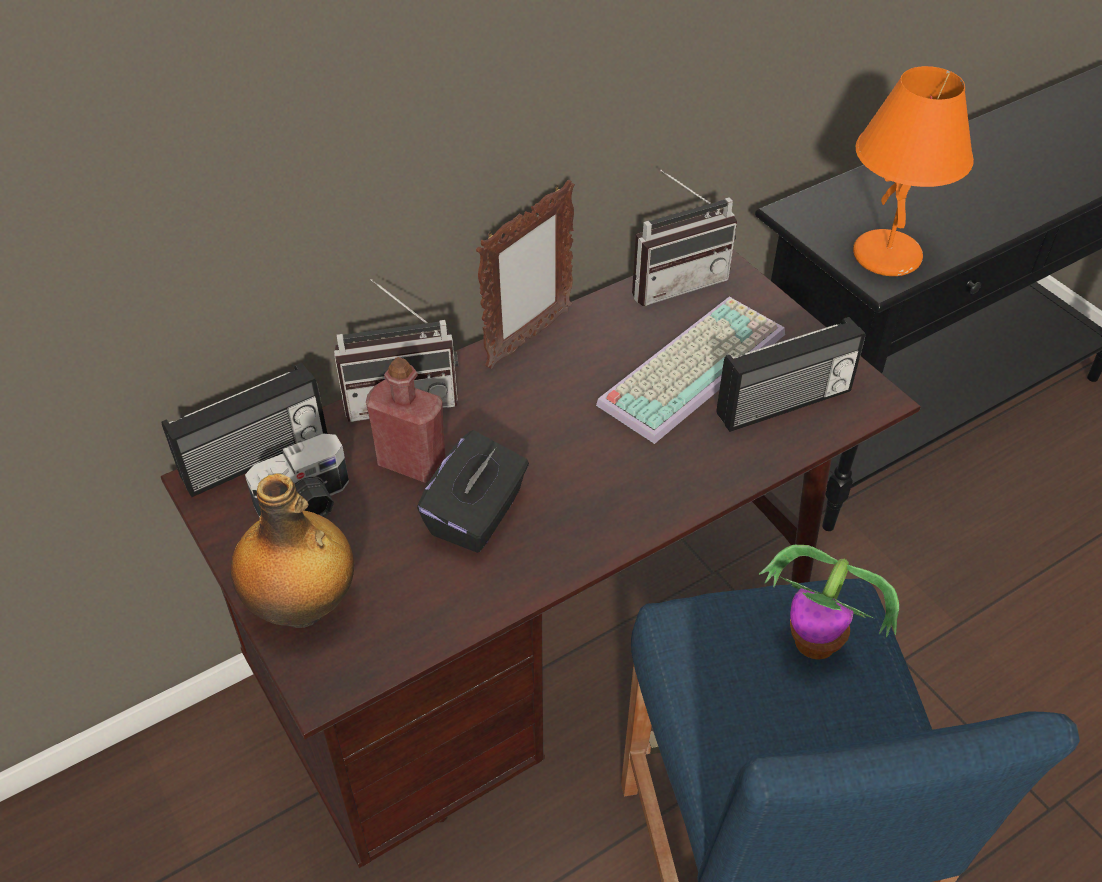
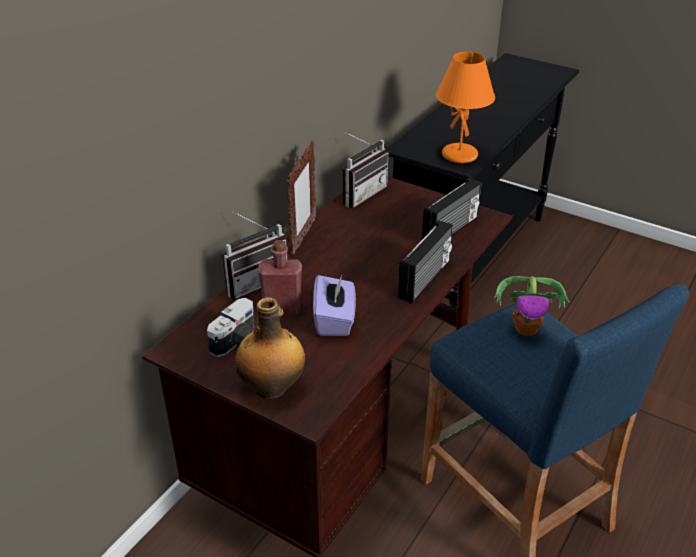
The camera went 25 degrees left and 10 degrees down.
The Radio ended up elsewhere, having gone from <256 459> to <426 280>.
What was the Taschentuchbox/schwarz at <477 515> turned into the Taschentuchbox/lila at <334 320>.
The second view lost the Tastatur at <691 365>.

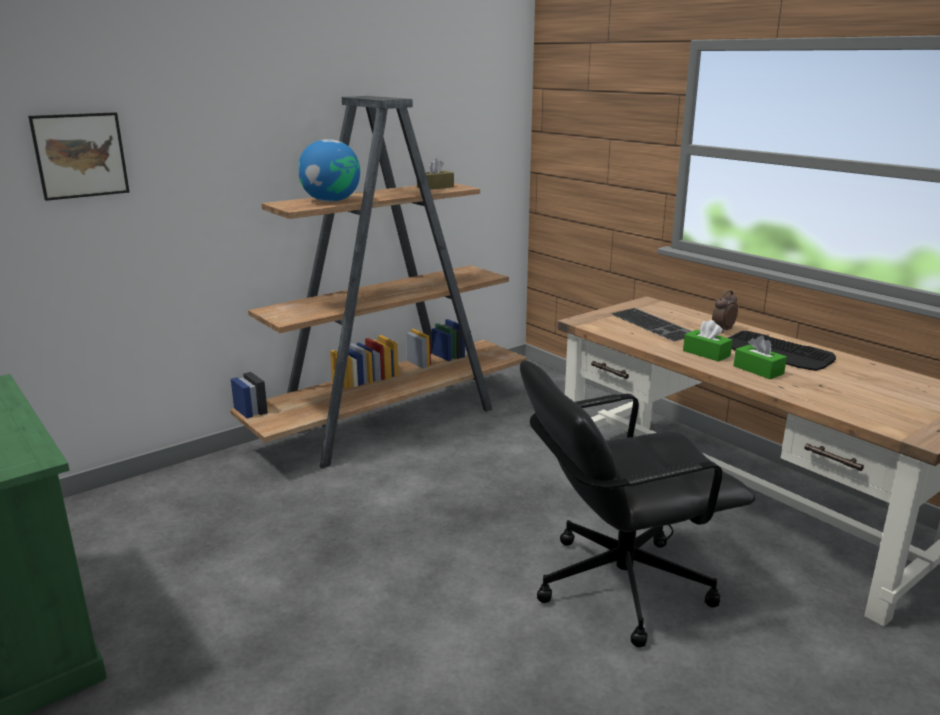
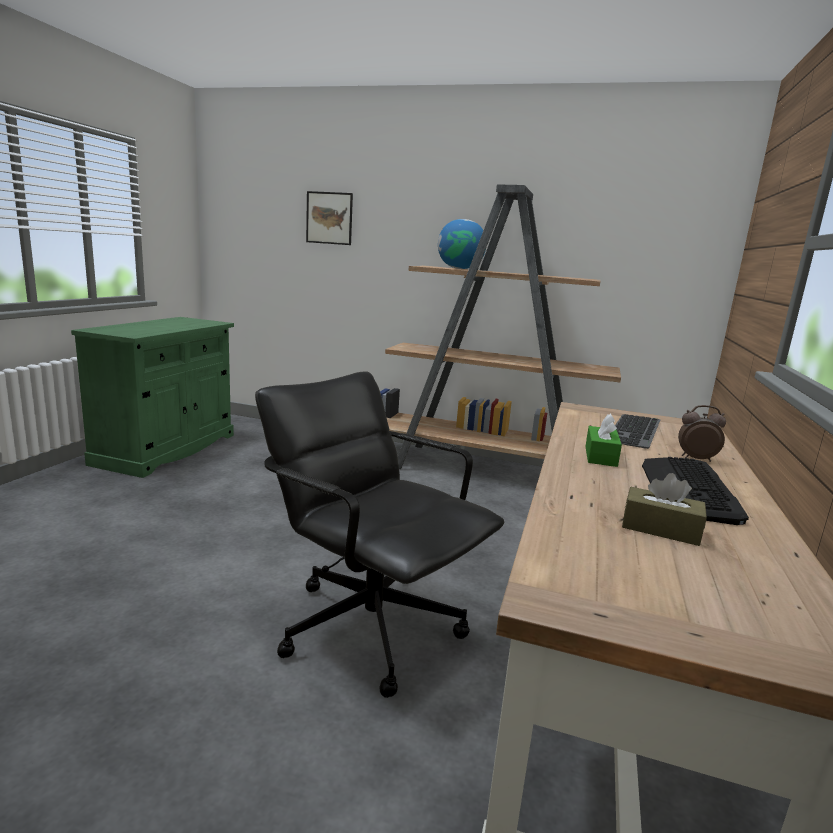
The camera went 55 degrees right and 5 degrees down.
The Taschentuchbox/braun ended up elsewhere, having gone from <435 187> to <660 529>.
The second view lost the Taschentuchbox/grün at <758 370>.

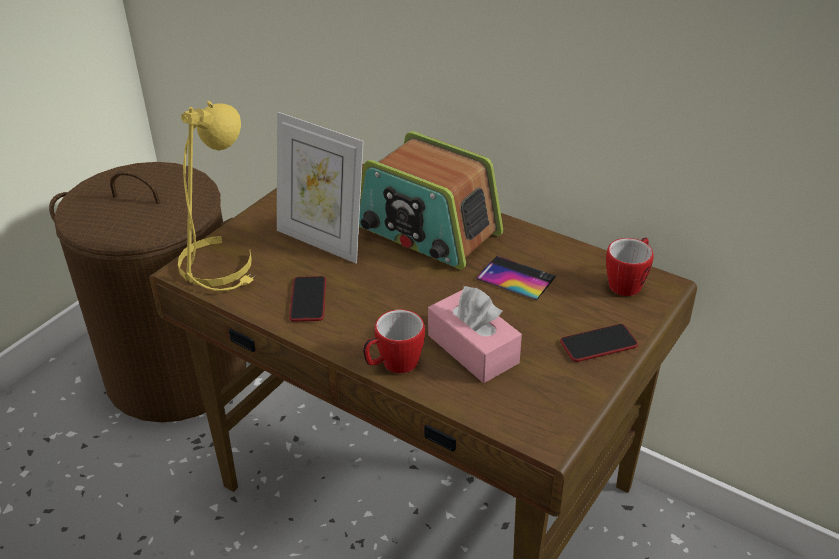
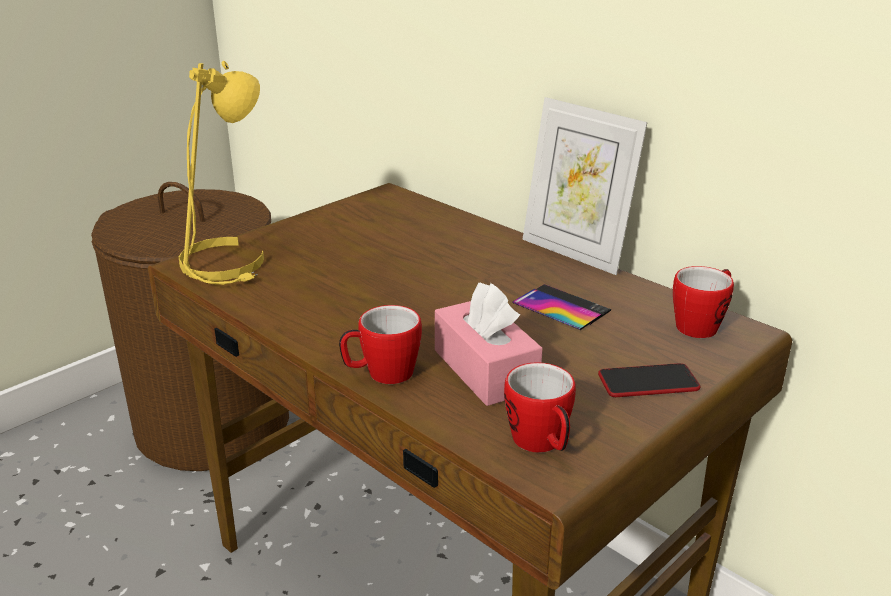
The camera went 10 degrees right and 10 degrees down.
The Bilderrahmen ended up elsewhere, having gone from <322 241> to <575 252>.
The second view lost the Handy at <308 300>.
The second view lost the Radio at <427 231>.
The second view gained the Henkelbecher at <542 444>.

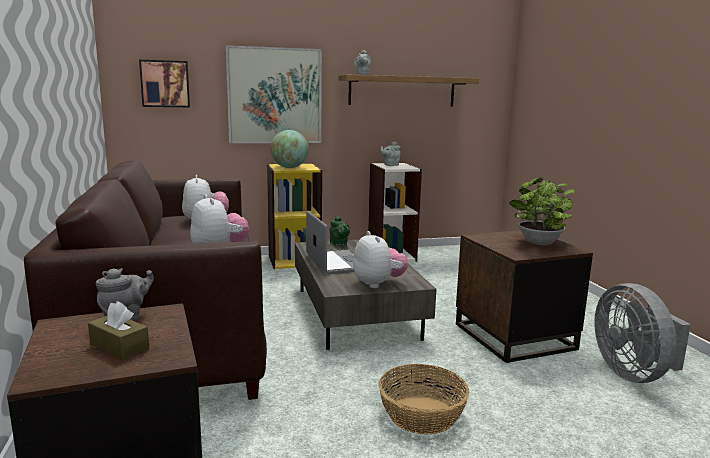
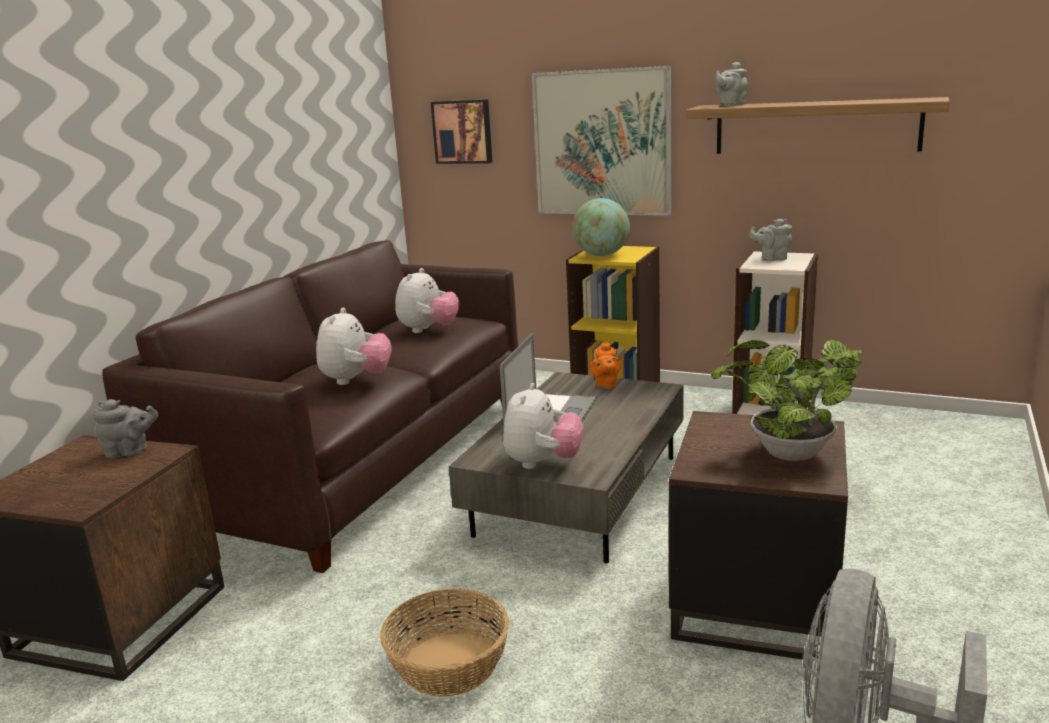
The camera went 40 degrees right and 5 degrees up.
The second view lost the Taschentuchbox/braun at <119 347>.
What was the Teekanne/grün at <339 244> turned into the Teekanne/orange at <606 385>.

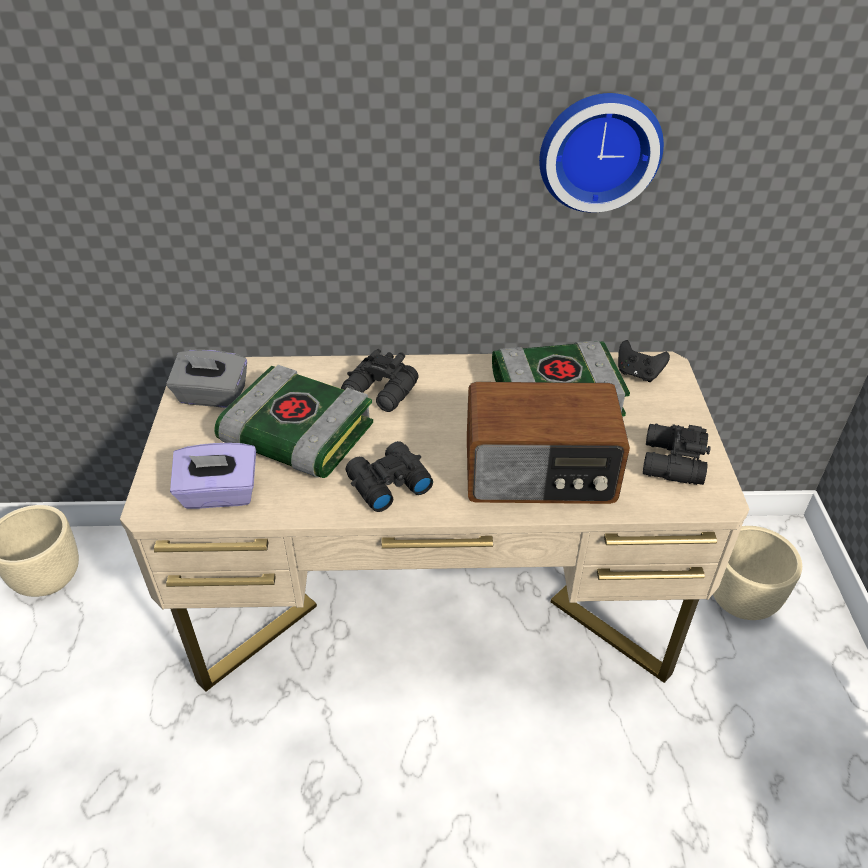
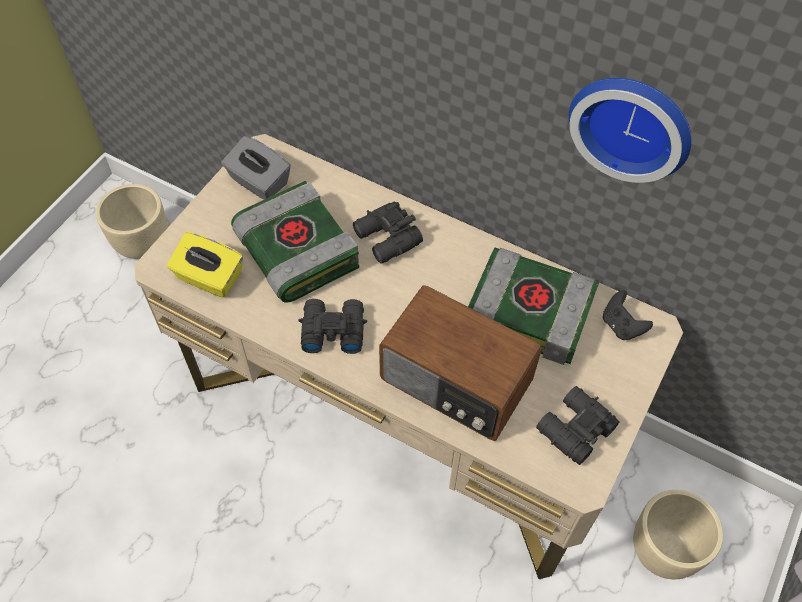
The camera went 30 degrees right and 15 degrees up.
What was the Taschentuchbox/lila at <219 494> turned into the Taschentuchbox/gelb at <209 278>.

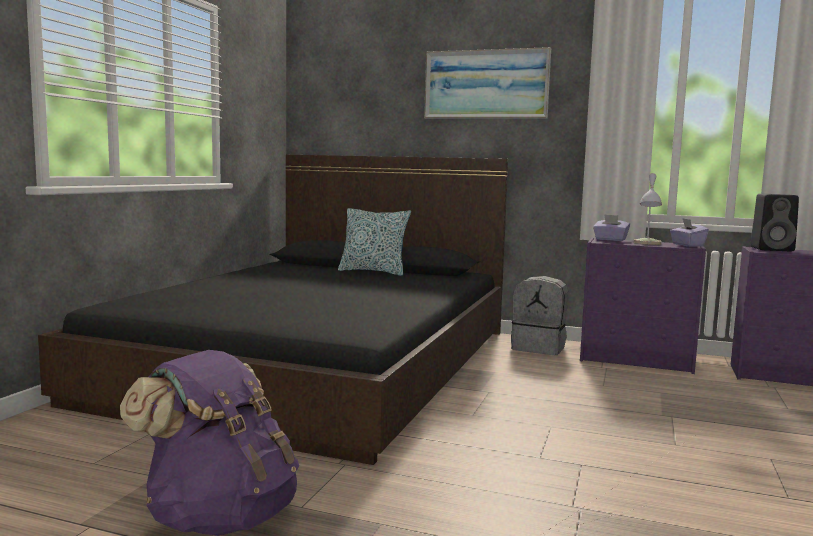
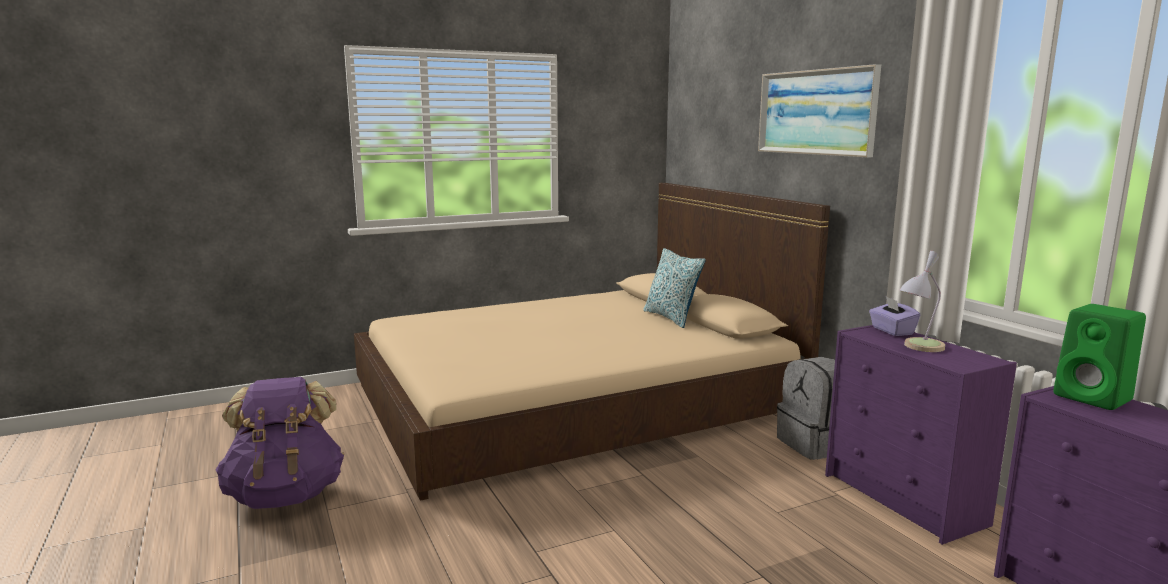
The camera went 45 degrees right and 5 degrees up.
What was the Bett/schwarz at <320 362> turned into the Bett/beige at <574 398>.
The second view lost the Taschentuchbox/lila at <687 245>.
What was the Lautsprecher/schwarz at <773 249> turned into the Lautsprecher/grün at <1095 398>.

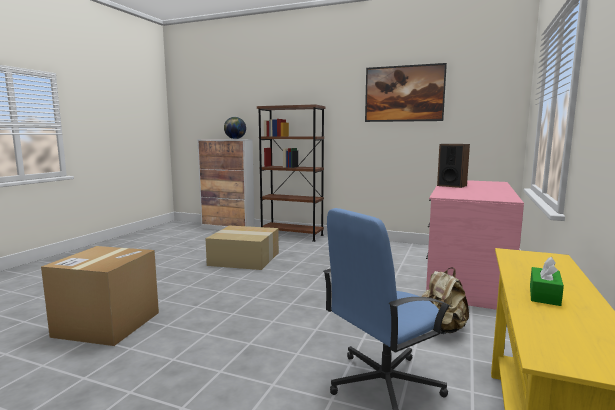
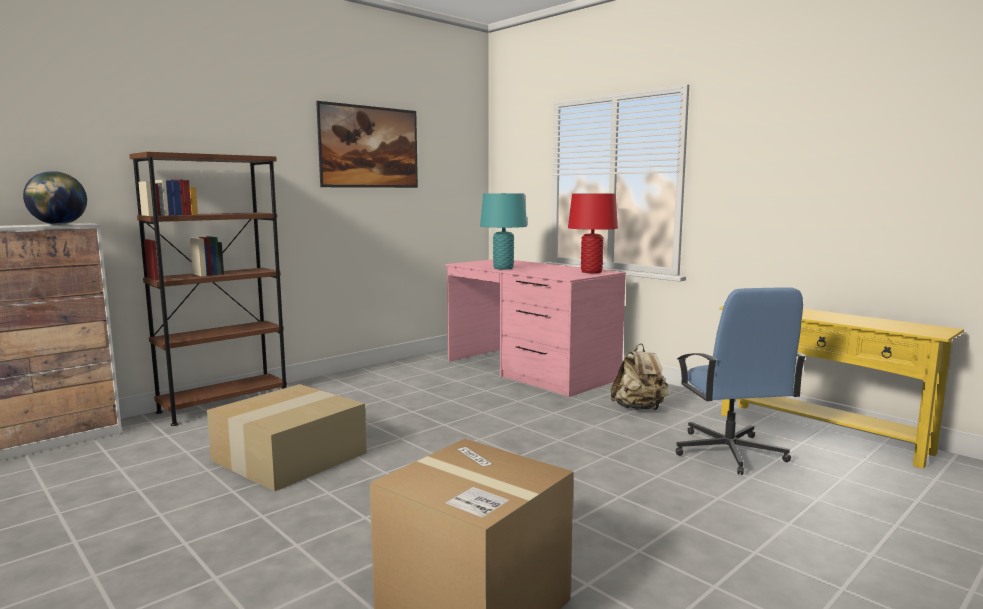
The camera went 65 degrees left and 0 degrees up.
Where the Lautsprecher stood at <451 185>, the Tischlampe/türkis came to stand at <503 268>.
The second view lost the Taschentuchbox/grün at <544 295>.
The second view gained the Tischlampe/rot at <591 272>.

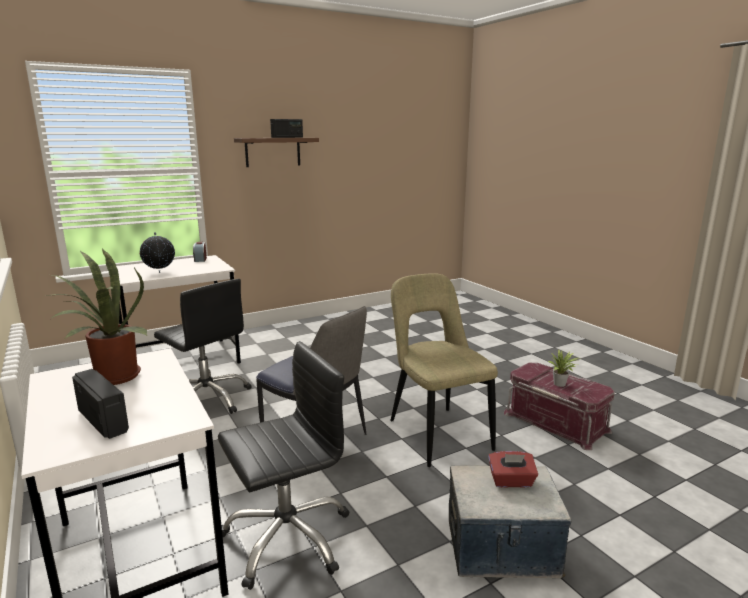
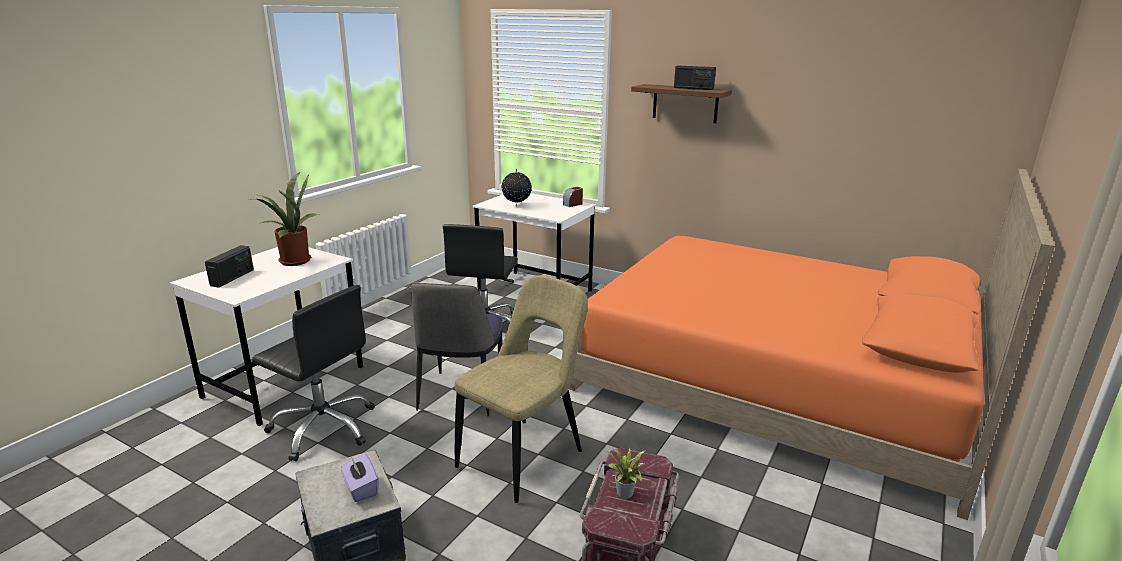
The camera went 60 degrees right and 5 degrees up.
What was the Taschentuchbox/rot at <511 481> turned into the Taschentuchbox/lila at <361 489>.
The second view gained the Bett/orange at <773 381>.

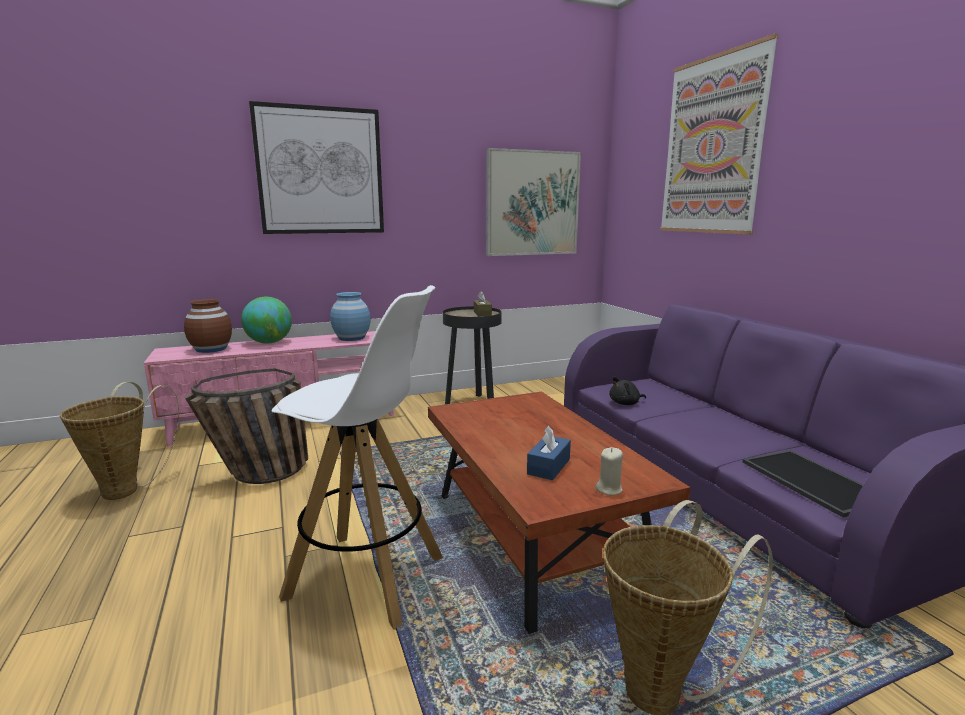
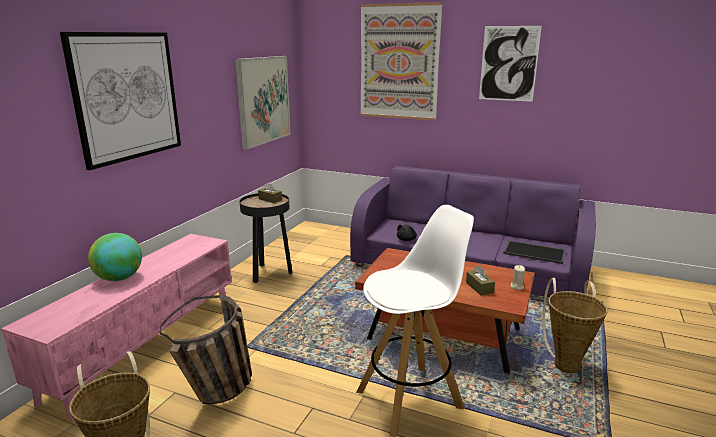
The camera went 45 degrees left and 5 degrees up.
The second view lost the Vase/braun at <211 349>.
The second view lost the Vase/blau at <351 338>.
What was the Taschentuchbox/blau at <548 466> turned into the Taschentuchbox/braun at <479 287>.
The second view gained the Bild at <508 64>.

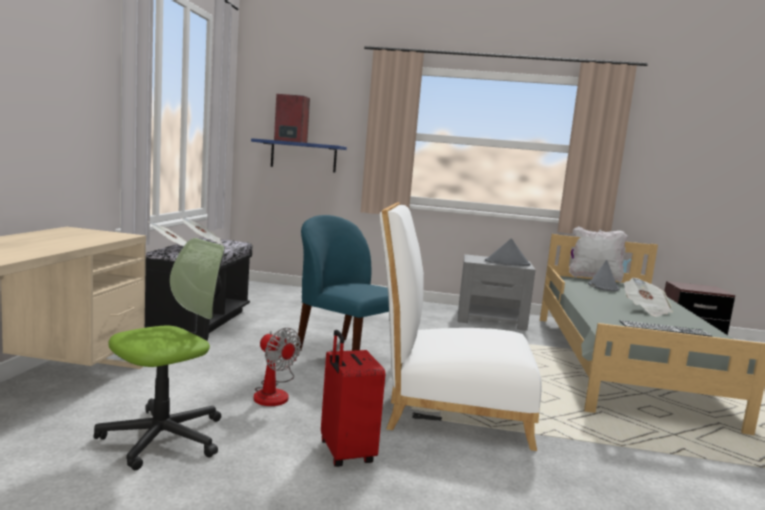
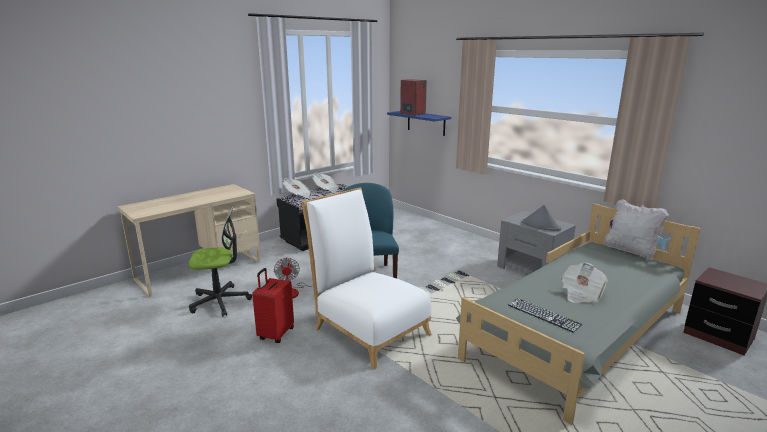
The camera went 40 degrees right and 10 degrees up.
The second view lost the Hut/grau at <603 286>.

